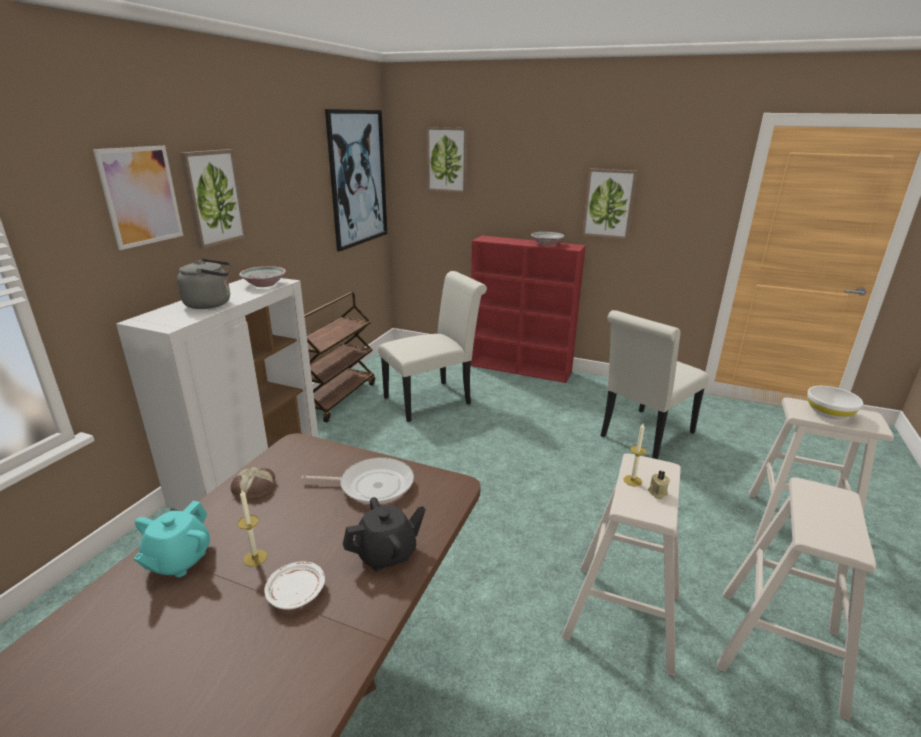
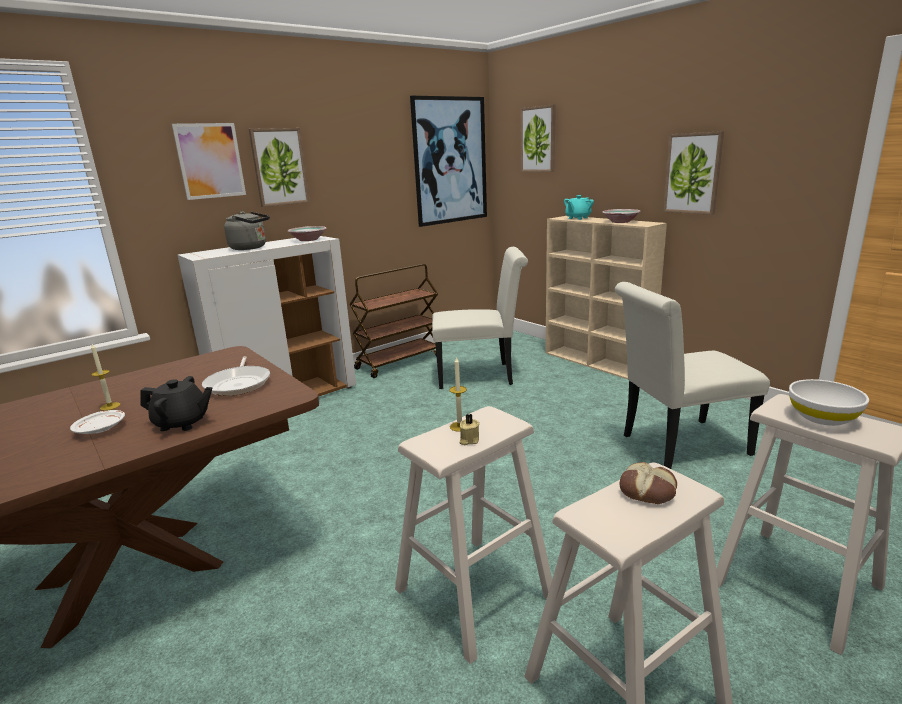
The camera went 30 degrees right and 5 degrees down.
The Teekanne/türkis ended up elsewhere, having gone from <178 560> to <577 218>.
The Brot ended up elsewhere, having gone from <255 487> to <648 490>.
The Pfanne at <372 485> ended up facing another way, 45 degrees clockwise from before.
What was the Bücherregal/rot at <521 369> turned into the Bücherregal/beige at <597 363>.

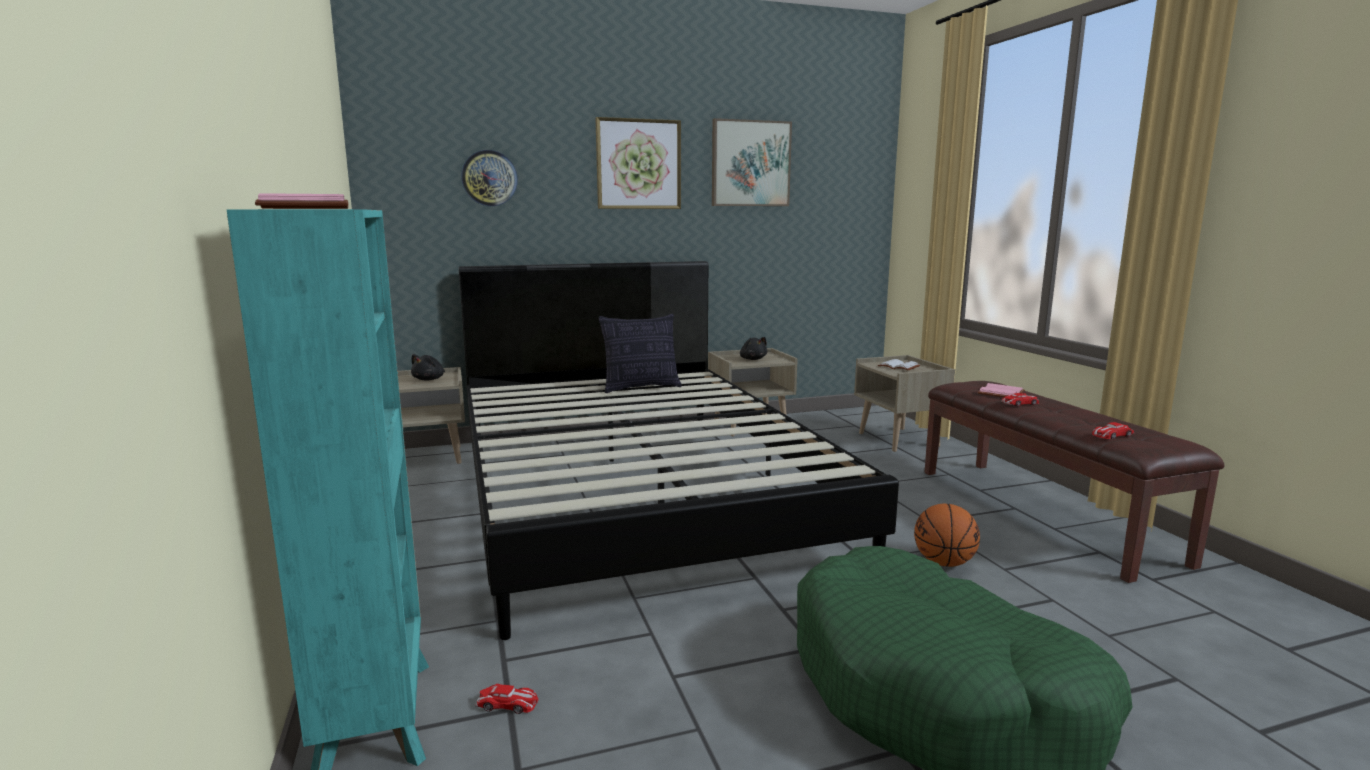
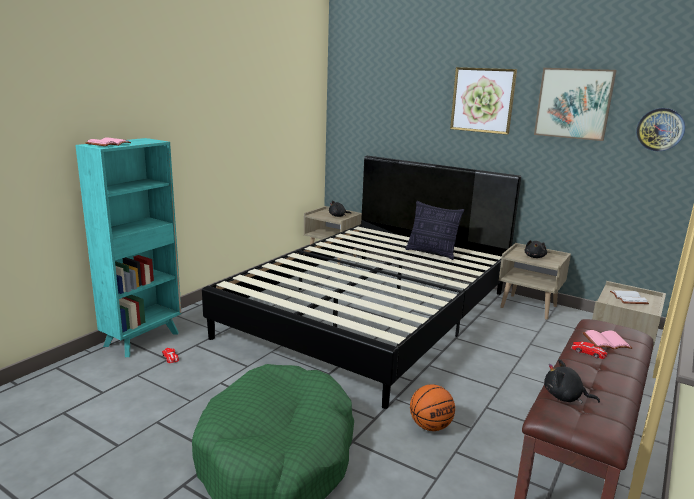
The camera went 50 degrees right and 5 degrees up.
The Wanduhr ended up elsewhere, having gone from <489 178> to <660 129>.
Where the Spielzeugauto stood at <1111 435>, the Plüschtier/schwarz came to stand at <565 397>.

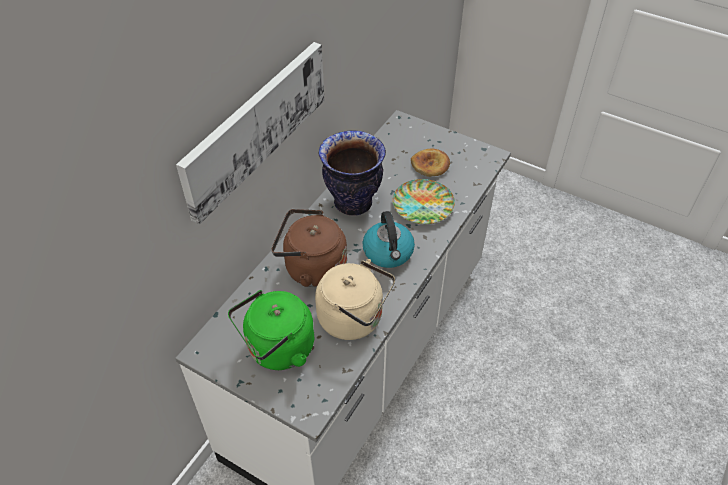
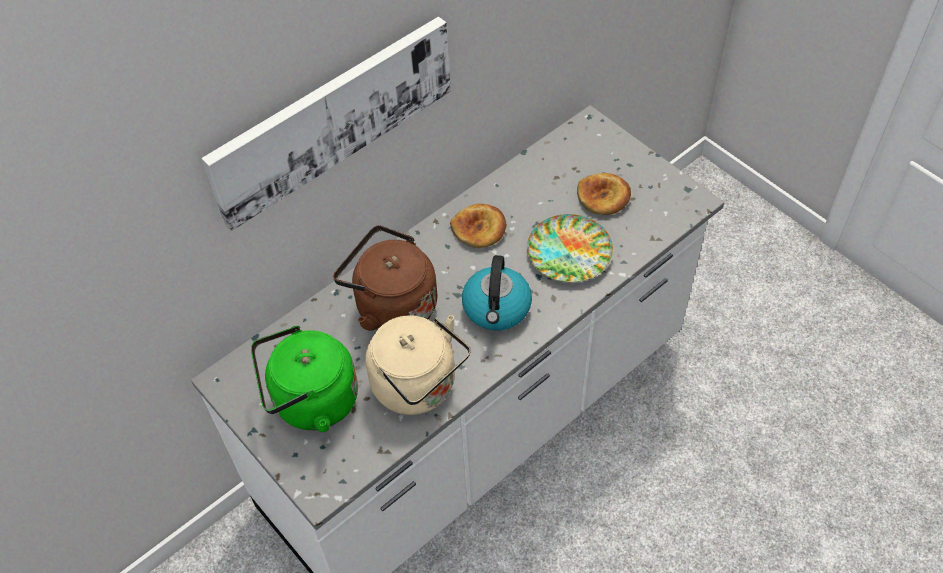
The camera went 20 degrees right and 5 degrees up.
Where the Vase stood at <353 203>, the Brot came to stand at <479 228>.

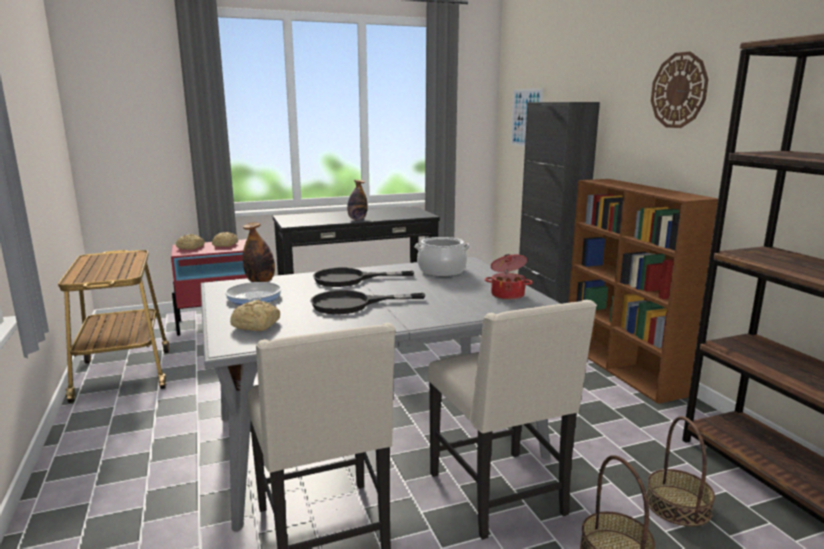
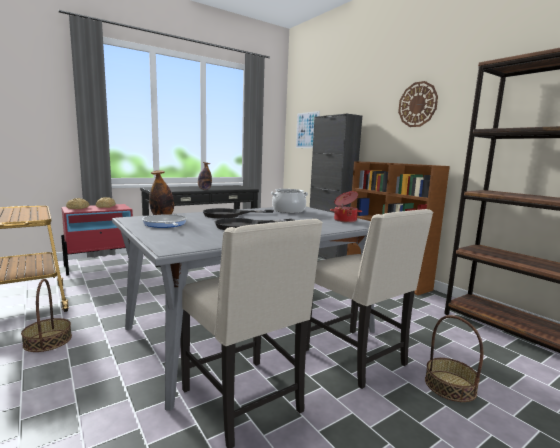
The camera went 15 degrees left and 5 degrees down.
The second view lost the Brot at <256 325>.
The Korb ended up elsewhere, having gone from <677 505> to <47 341>.

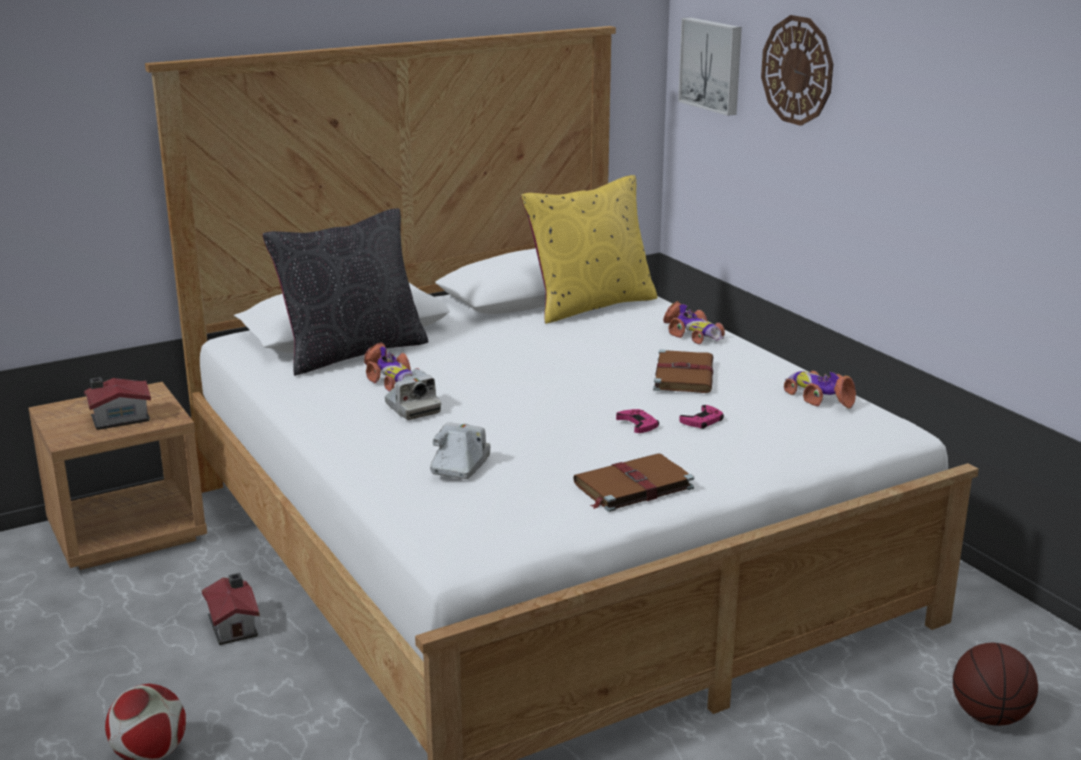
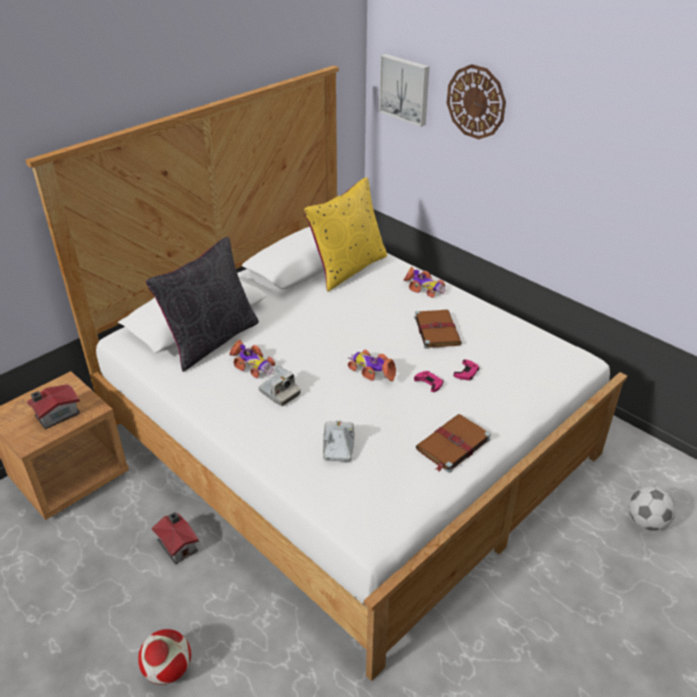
The camera went 15 degrees left and 15 degrees up.
The Spielzeugauto ended up elsewhere, having gone from <819 397> to <371 370>.
Where the Basketball stood at <989 716>, the Fußball came to stand at <646 522>.

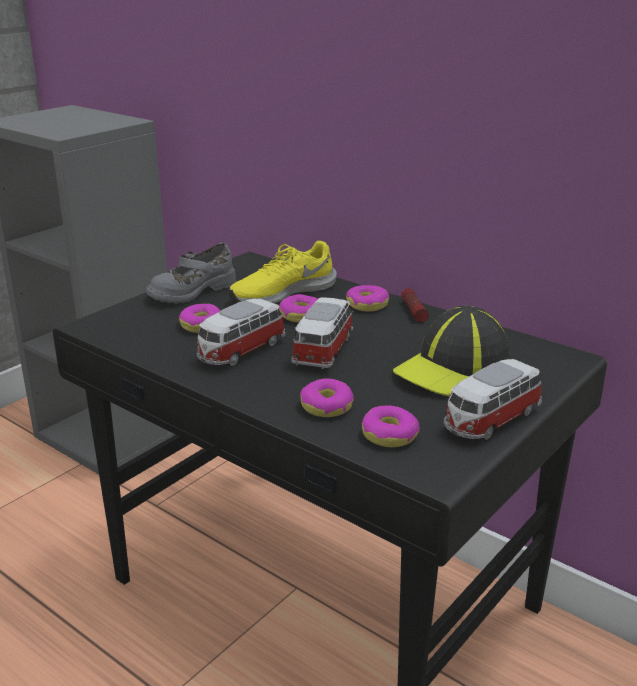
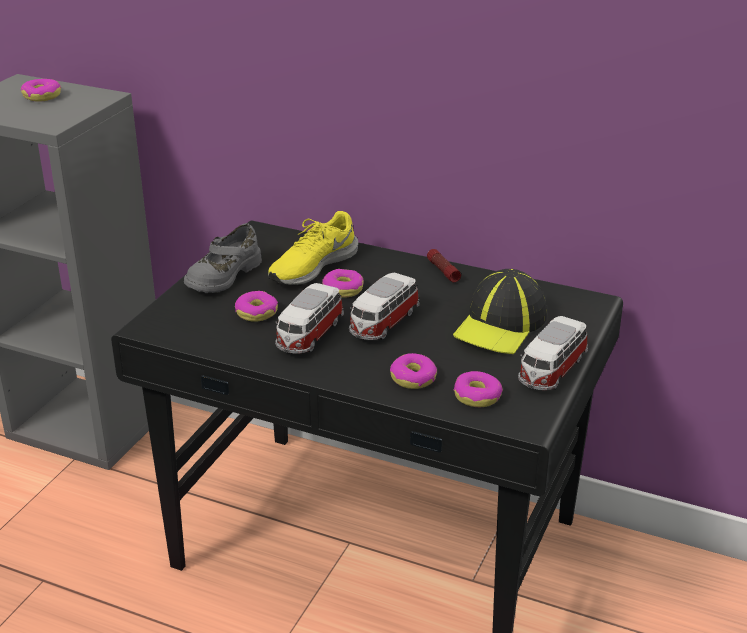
The camera went 15 degrees left and 5 degrees up.
The Spielzeugauto at <324 350> ended up facing another way, 150 degrees counterclockwise from before.
The Donut ended up elsewhere, having gone from <367 304> to <42 96>.

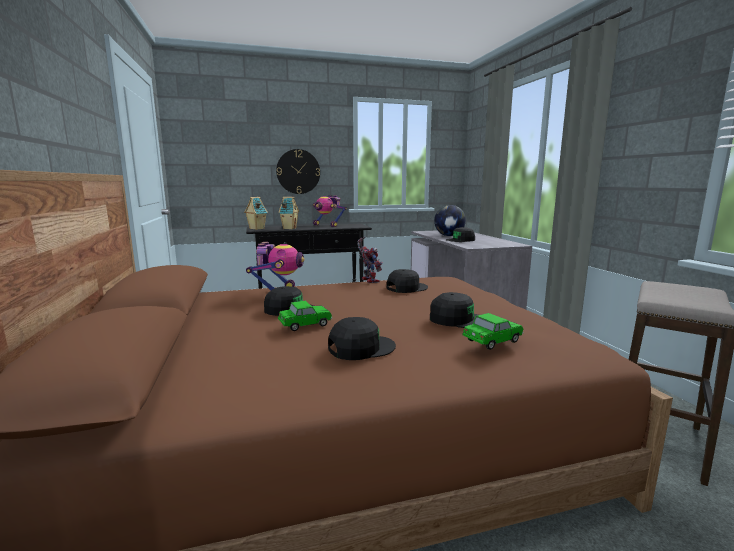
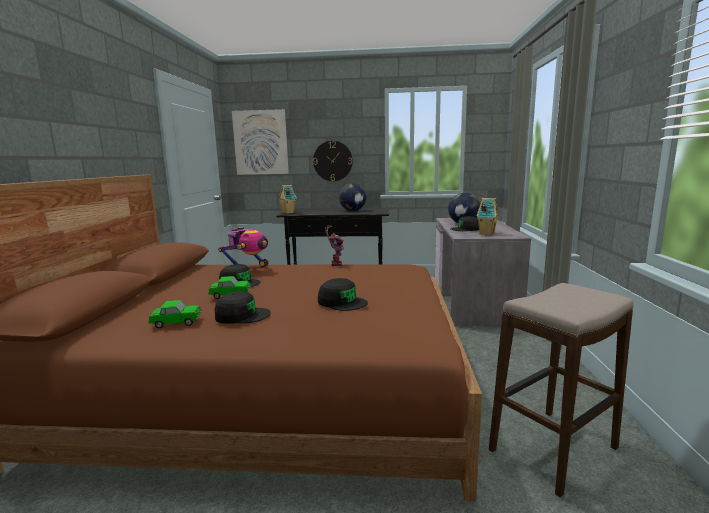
The camera went 20 degrees right and 0 degrees up.
The Spielzeughaus ended up elsewhere, having gone from <289 228> to <486 233>.
Where the Spielzeugroboter stood at <328 225>, the Globus came to stand at <353 211>.
The second view lost the Kappe/schwarz at <406 288>.
The Spielzeugauto ended up elsewhere, having gone from <492 341> to <176 322>.
The second view gained the Bild at <260 142>.

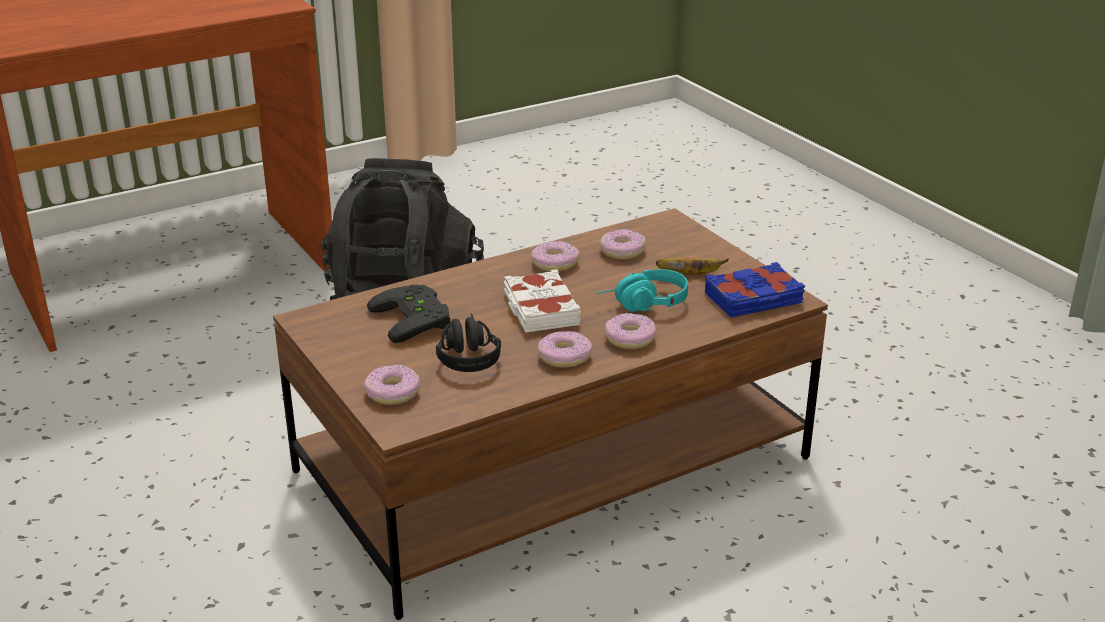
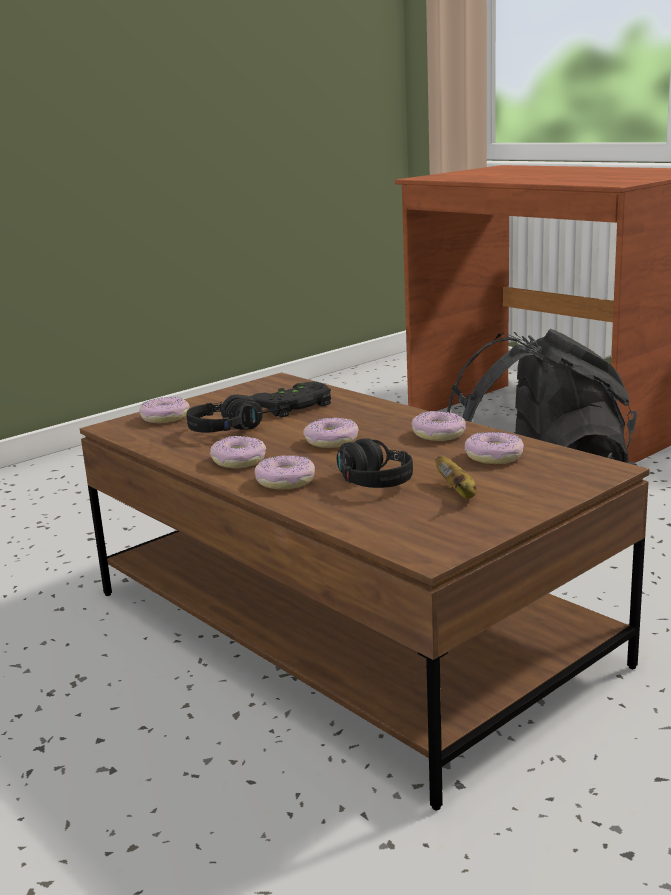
The camera went 80 degrees right and 10 degrees down.
Where the Buch/weiß stood at <540 309>, the Donut came to stand at <332 441>.
What was the Kopfhörer/türkis at <643 304> turned into the Kopfhörer/schwarz at <366 479>.
The second view lost the Buch/blau at <754 298>.

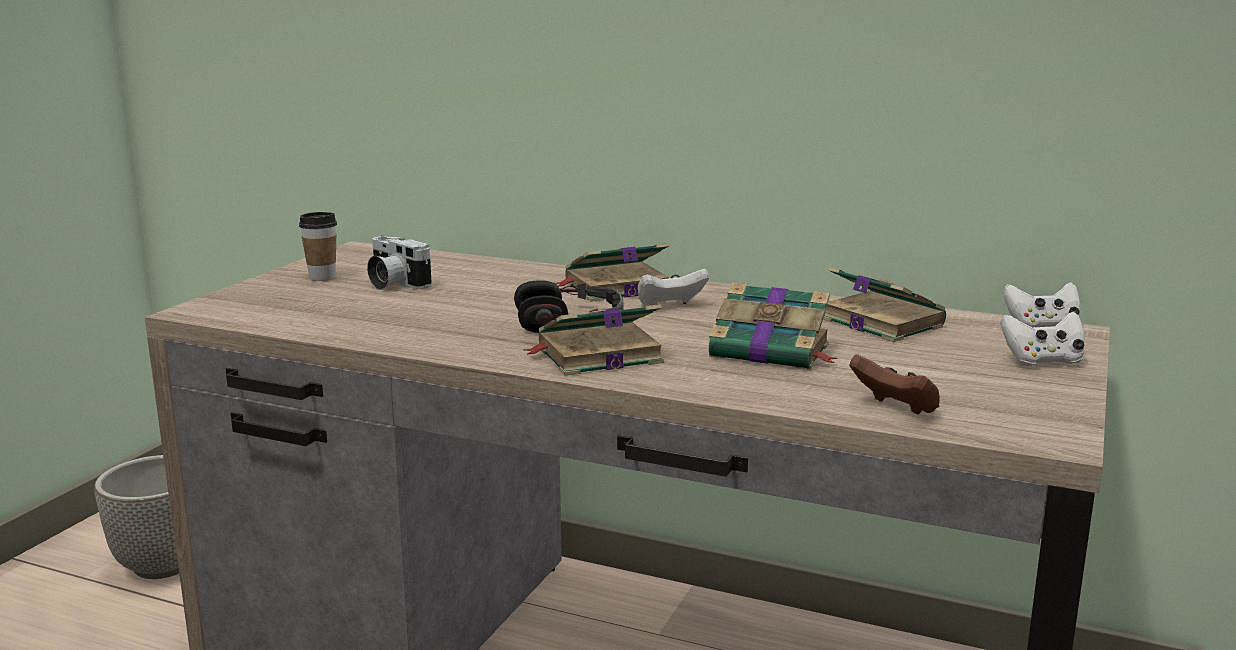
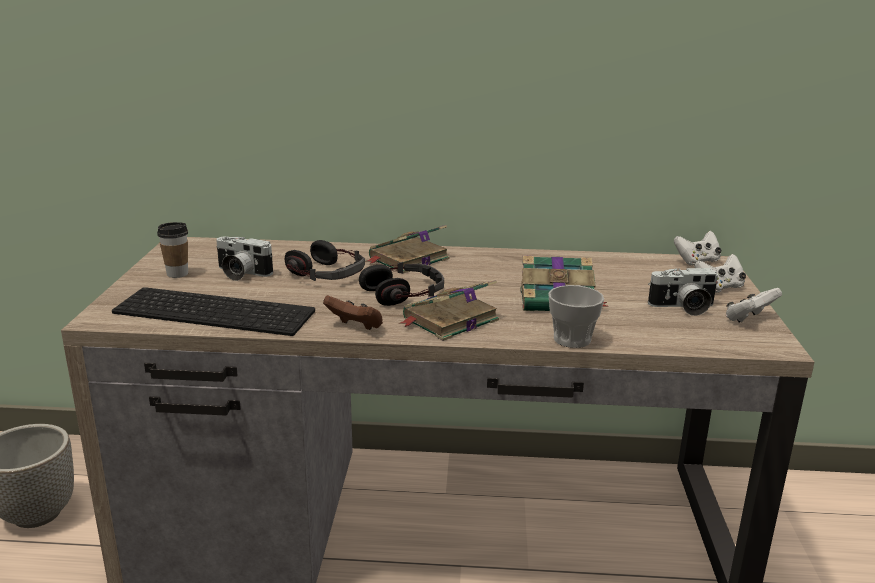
The camera went 20 degrees left and 5 degrees up.
The Gamepad/weiß ended up elsewhere, having gone from <670 306> to <749 319>.
The second view lost the Buch at <879 322>.
The Gamepad/braun ended up elsewhere, having gone from <896 408> to <355 327>.
The second view gained the Tastatur at <218 311>.
The second view gained the Kopfhörer at <326 273>.
The second view gained the Tasse at <572 339>.
The second view gained the Kamera at <683 308>.

